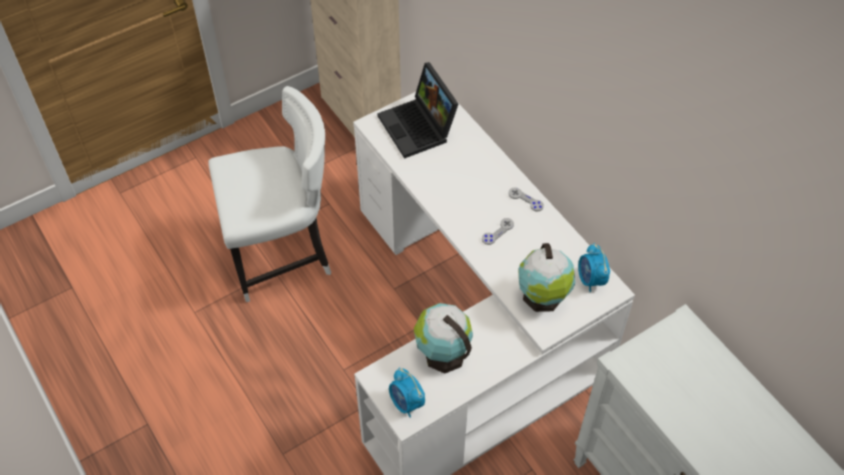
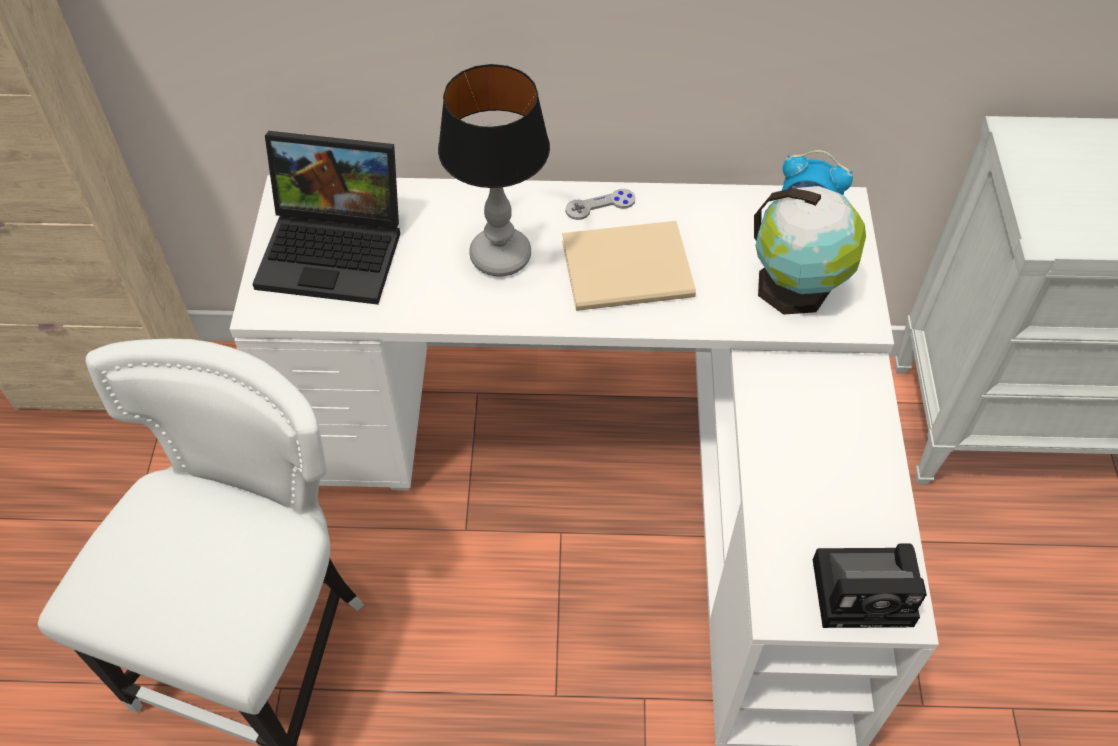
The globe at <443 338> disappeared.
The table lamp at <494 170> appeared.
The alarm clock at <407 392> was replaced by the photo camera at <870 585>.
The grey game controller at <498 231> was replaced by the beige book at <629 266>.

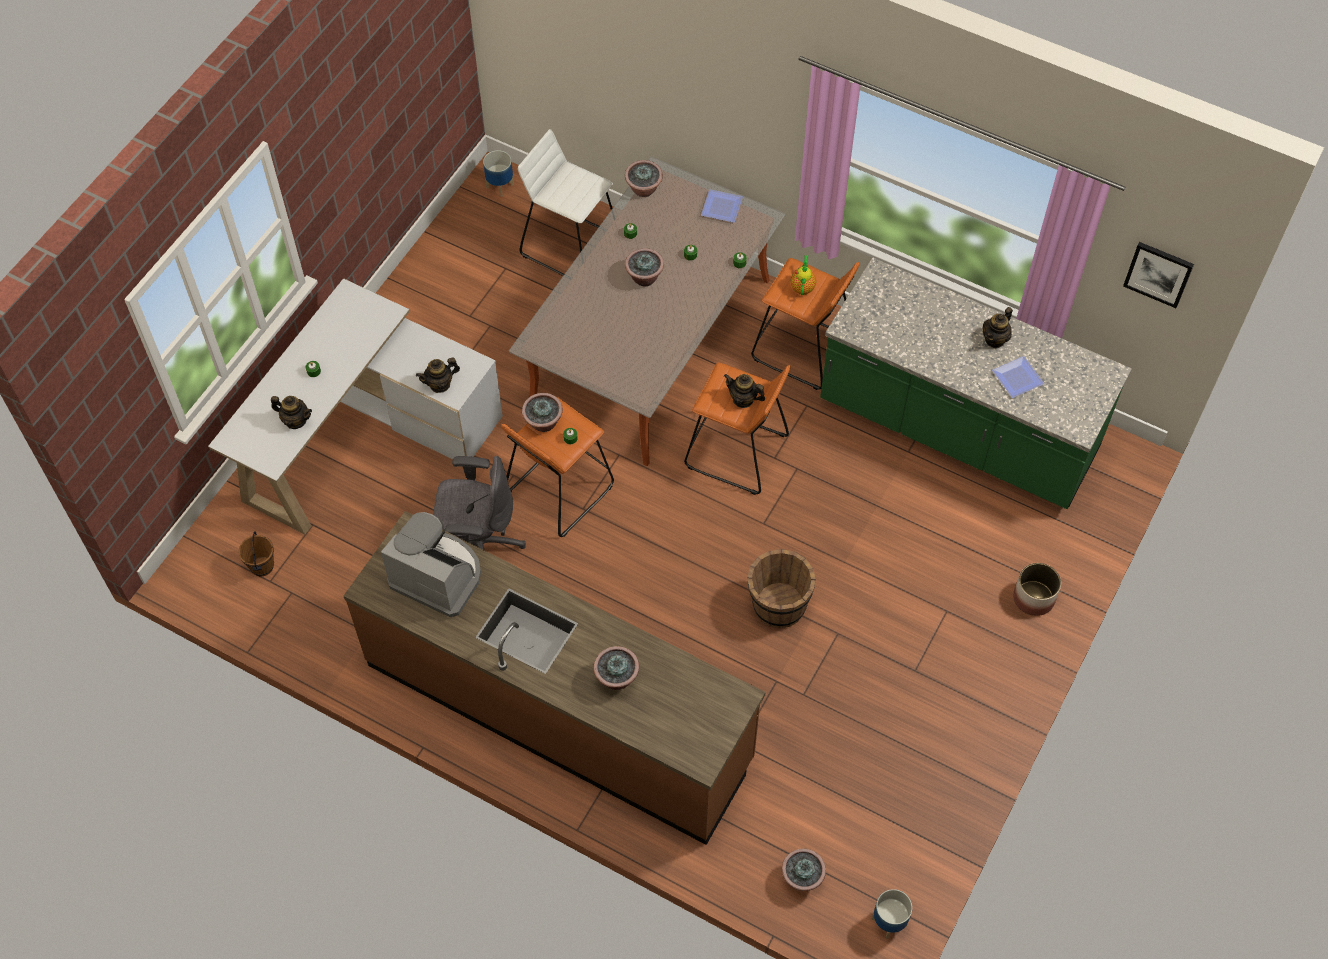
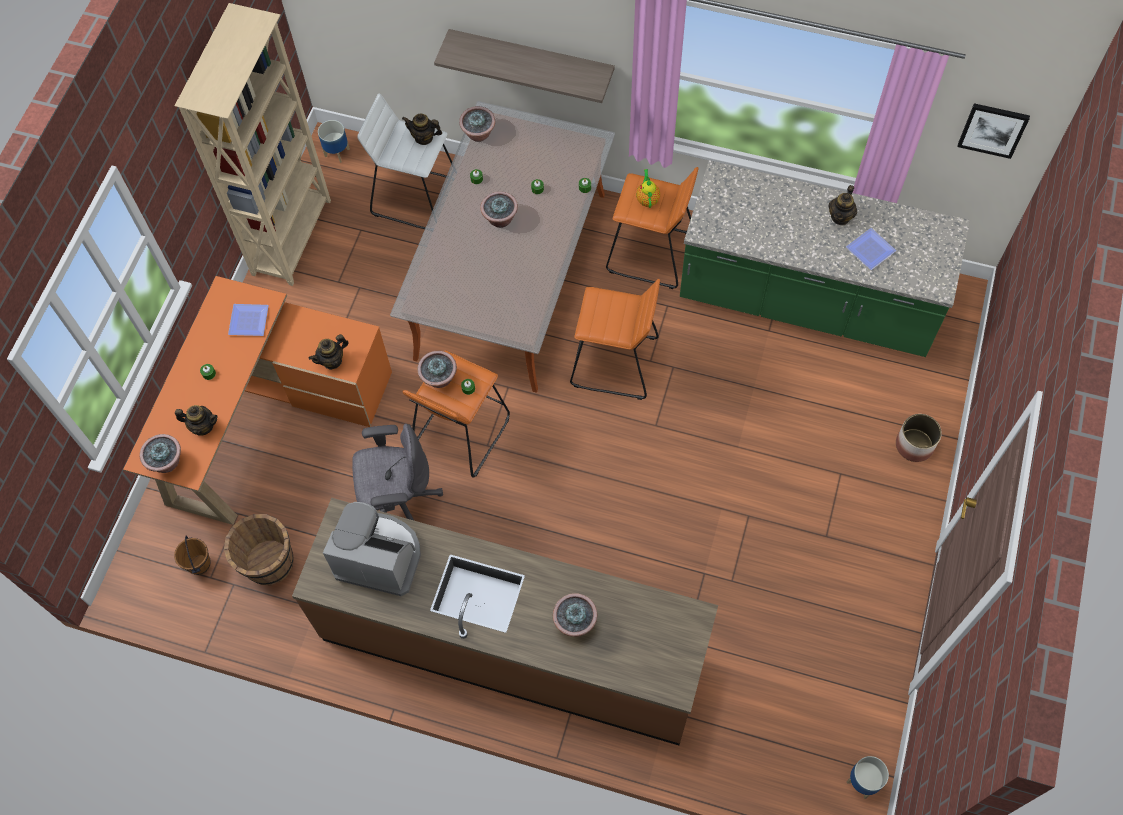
The beige bookcase at <252 144> appeared.
The shelf at <524 66> appeared.
The plate moved from <722 206> to <248 320>.
The teapot moved from <744 391> to <422 129>.
The brown bucket moved from <781 588> to <259 549>.
The potted plant moved from <804 869> to <160 453>.
The white desk at <355 406> became the orange desk at <257 400>.

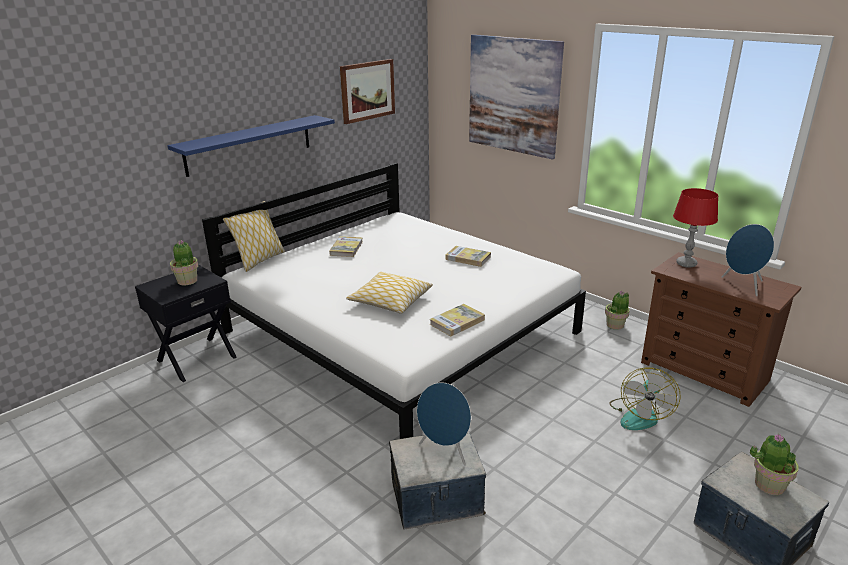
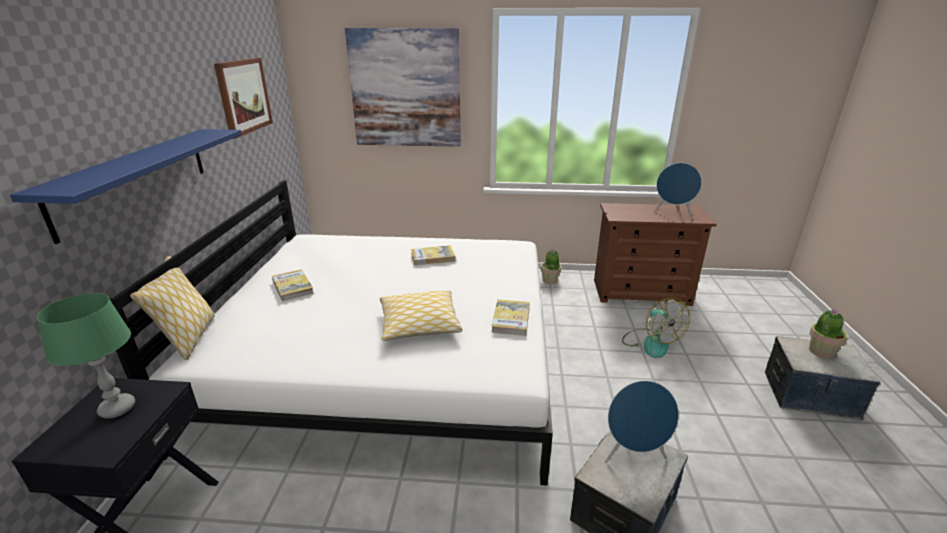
The red table lamp at <695 228> disappeared.
The potted plant at <184 262> was replaced by the green table lamp at <86 355>.

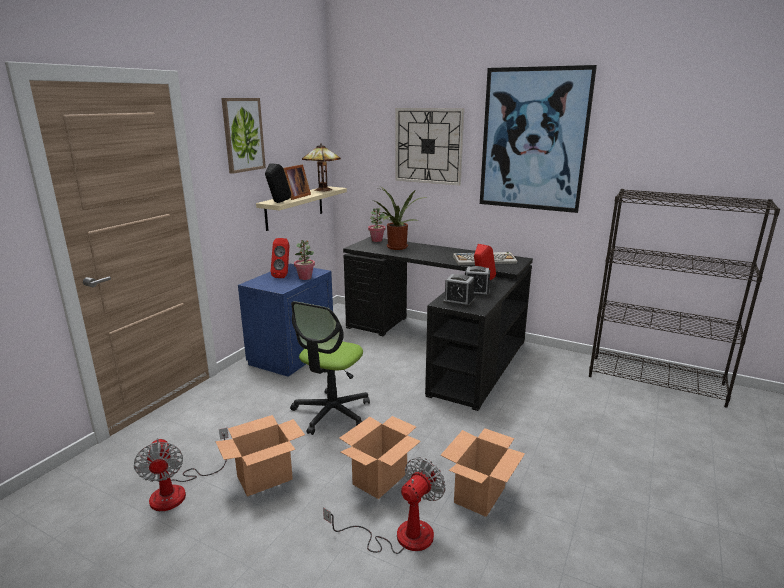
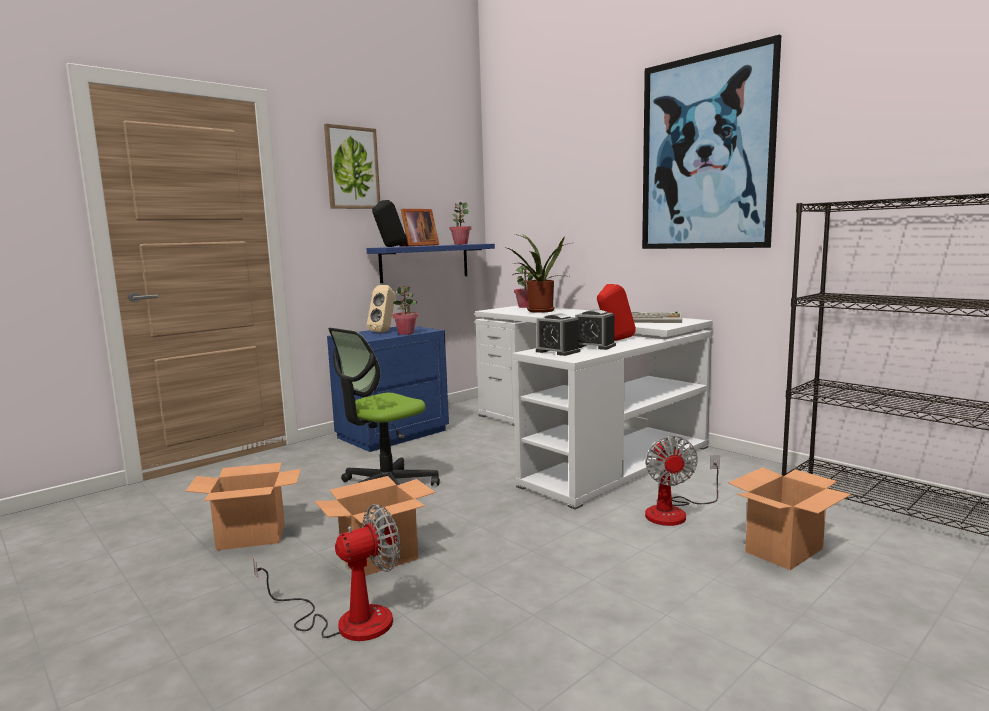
The wall clock at <429 146> disappeared.
The fan moved from <181 469> to <682 481>.
The cardboard box moved from <483 472> to <789 518>.
The table lamp at <321 167> was replaced by the potted plant at <460 223>.
The beige shelf at <301 208> became the blue shelf at <431 263>.
The red speaker at <280 258> became the beige speaker at <381 308>.
The black desk at <438 324> became the white desk at <594 407>.

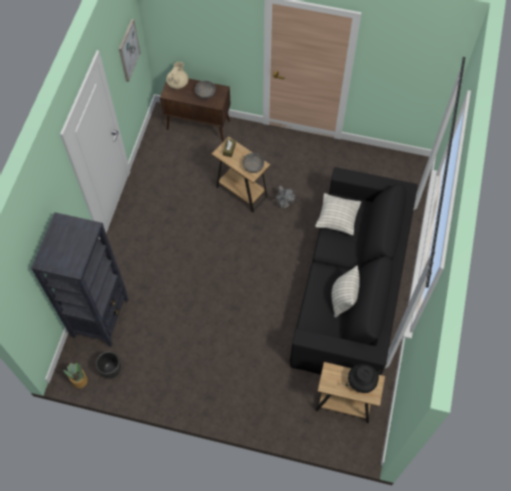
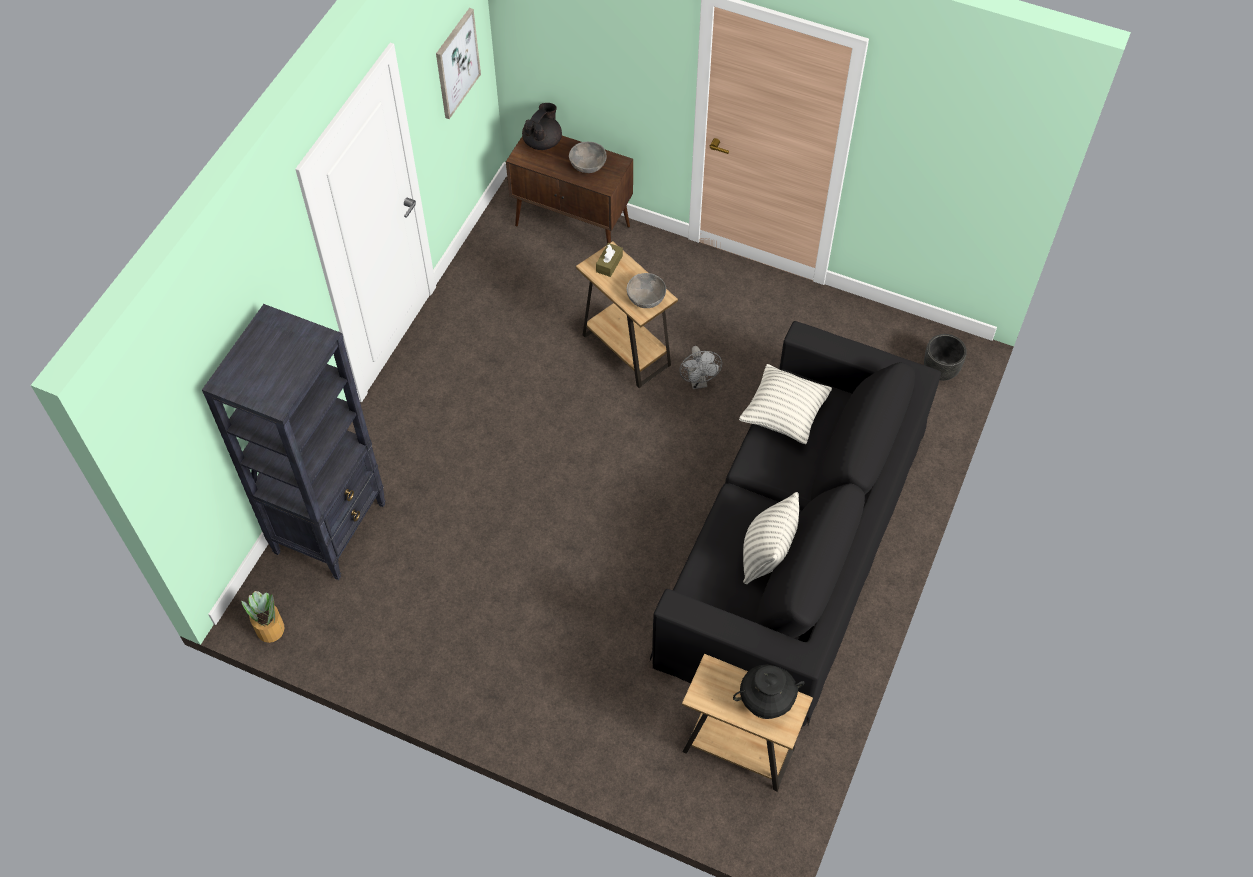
The black planter moved from <108 365> to <945 357>.
The beige teapot at <177 75> became the black teapot at <542 126>.

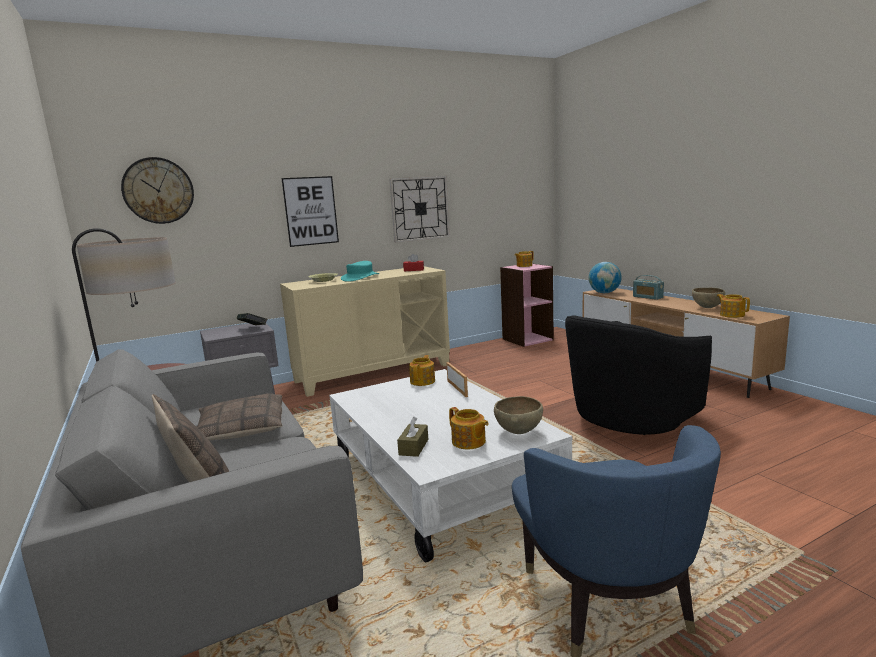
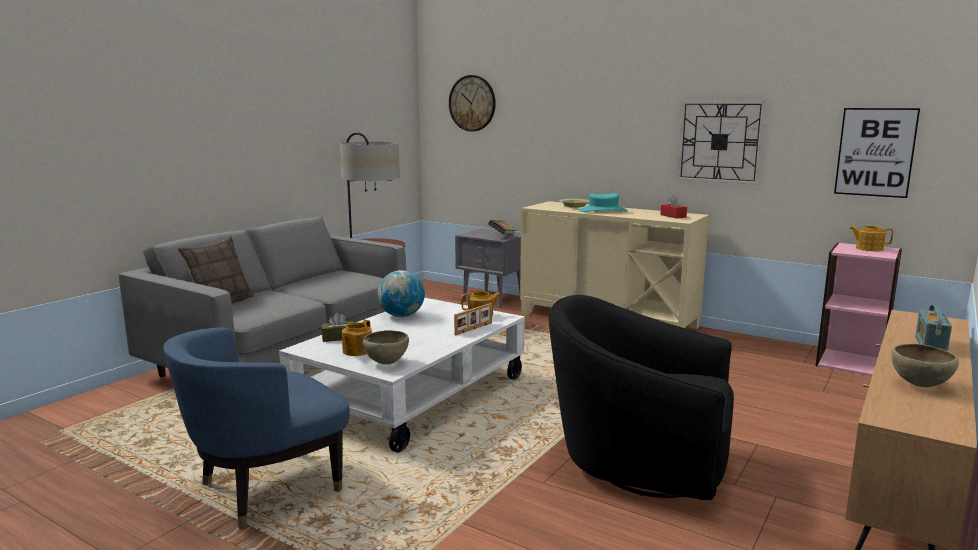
The pillow at <240 417> disappeared.
The teapot at <733 306> disappeared.
The picture moved from <310 211> to <877 153>.
The globe moved from <605 277> to <401 293>.

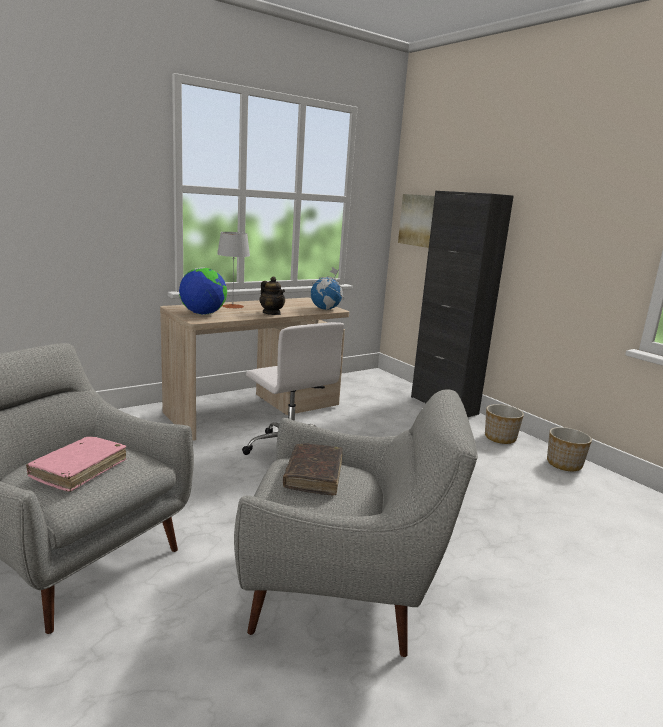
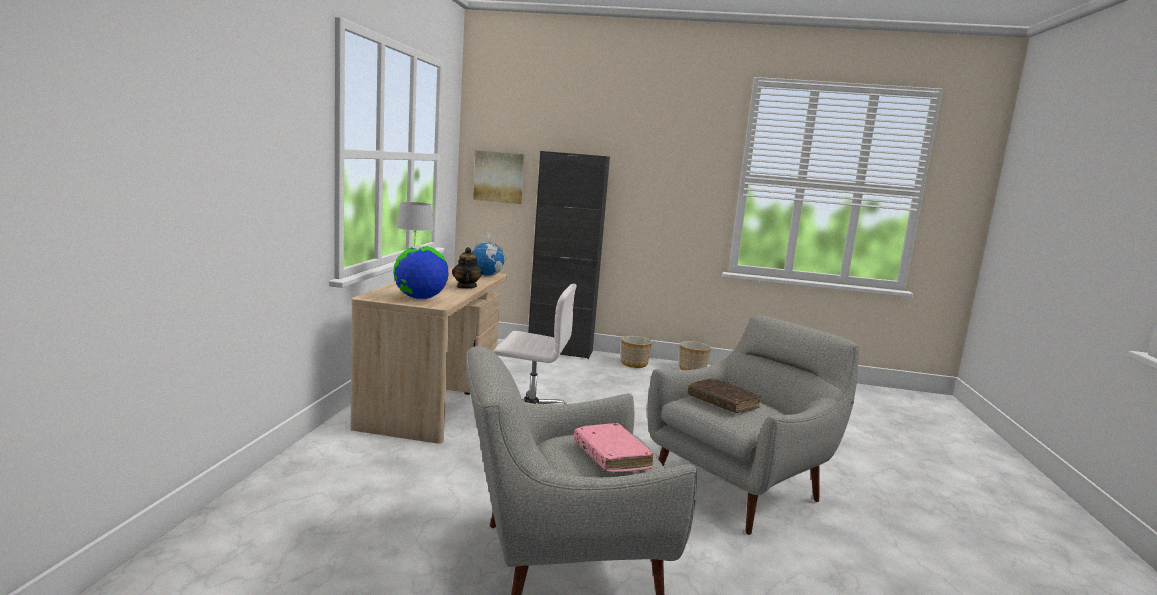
The teapot at <272 296> turned 105 degrees counterclockwise.

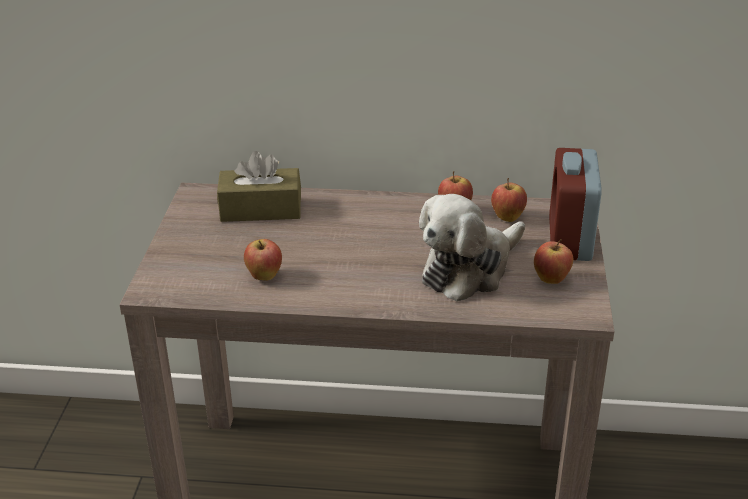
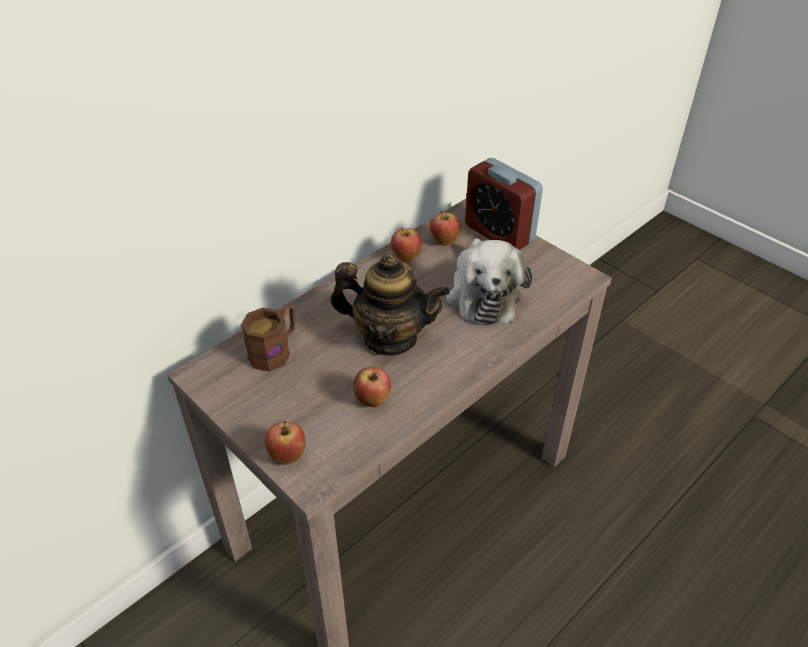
The teapot at <390 304> appeared.
The apple moved from <553 261> to <285 443>.
The brown tissue box at <259 186> was replaced by the brown mug at <268 338>.

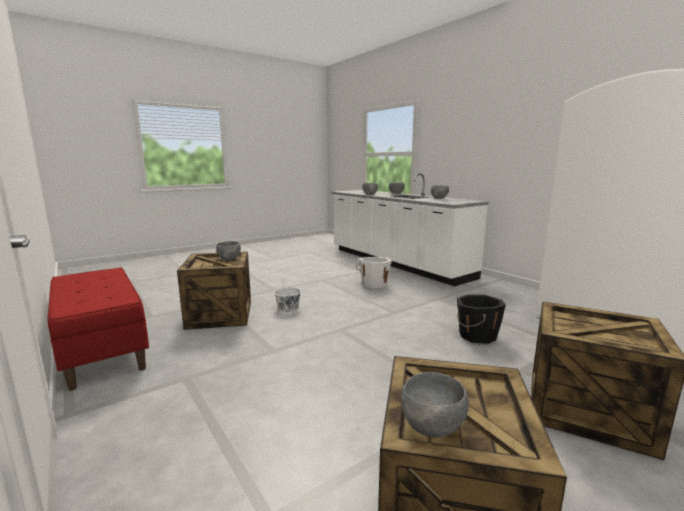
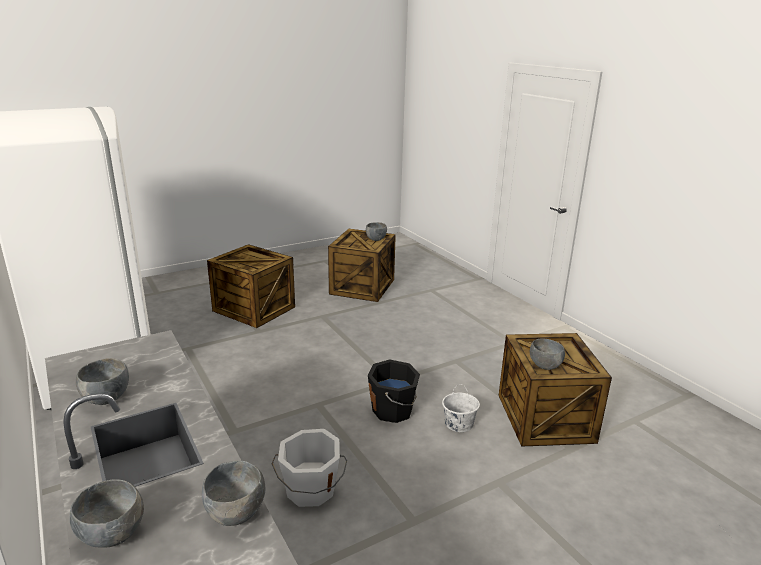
The red bench at <98 329> disappeared.
The black bucket moved from <481 319> to <394 391>.

